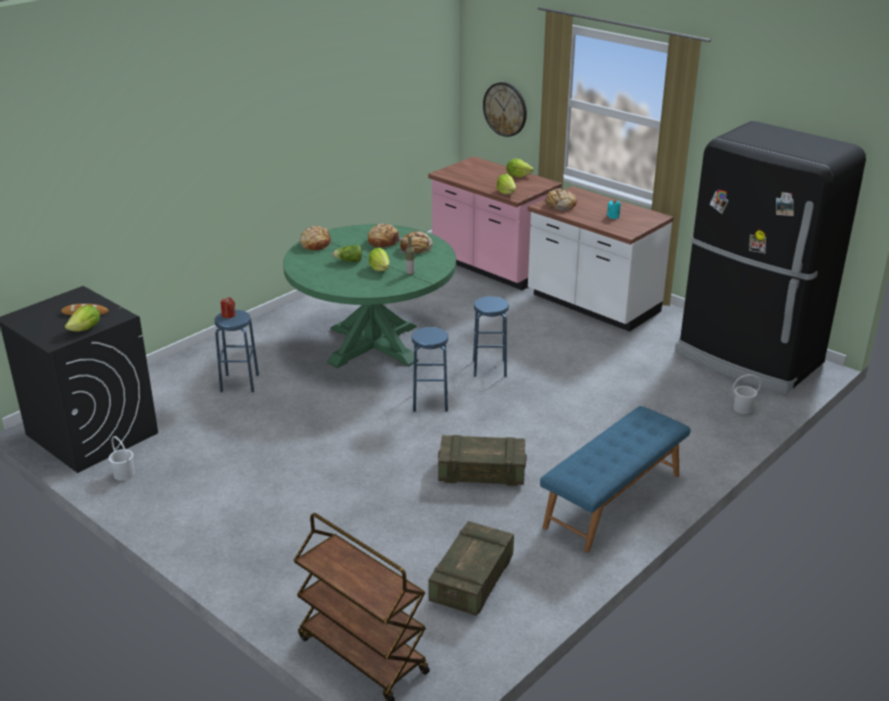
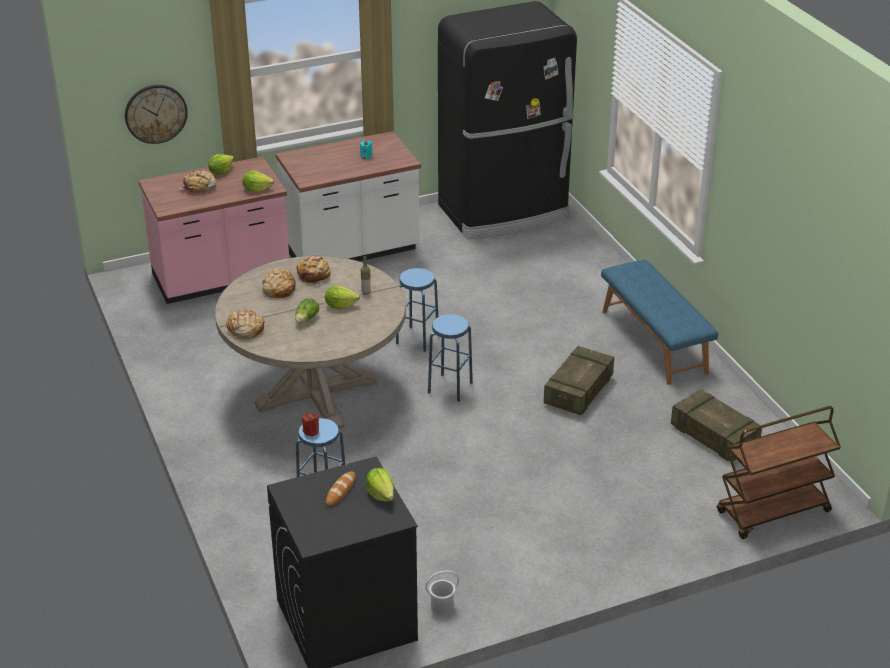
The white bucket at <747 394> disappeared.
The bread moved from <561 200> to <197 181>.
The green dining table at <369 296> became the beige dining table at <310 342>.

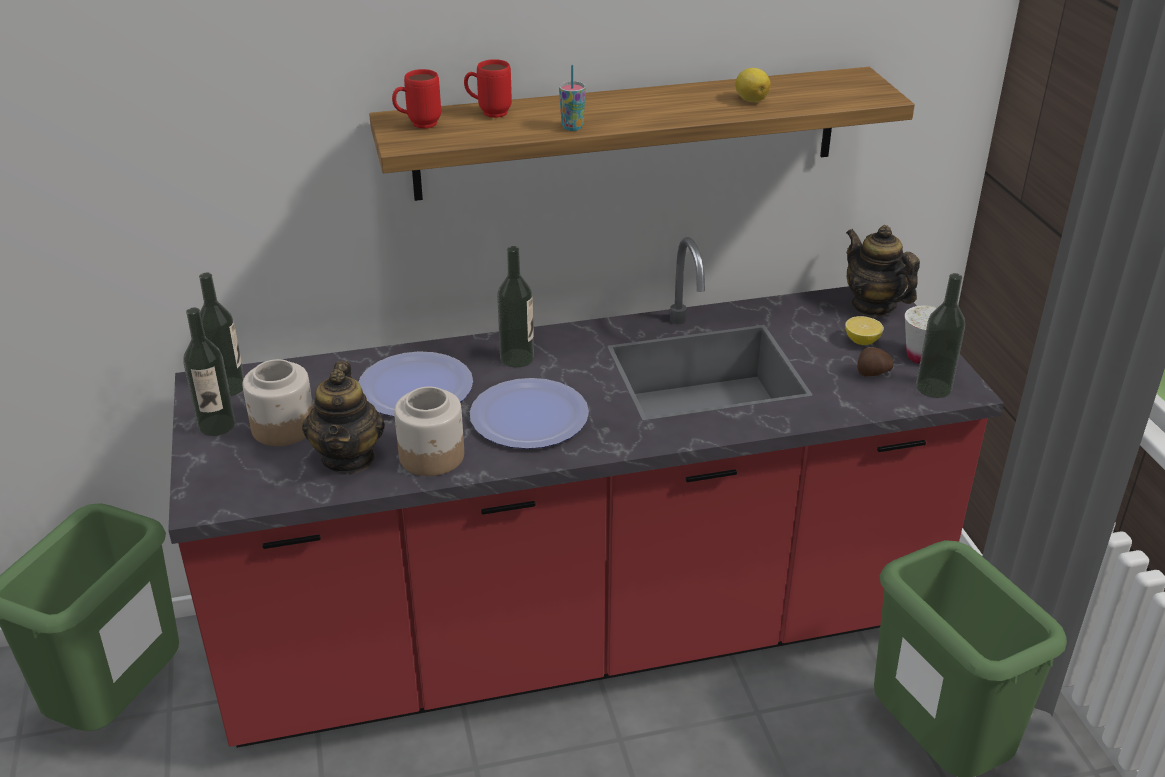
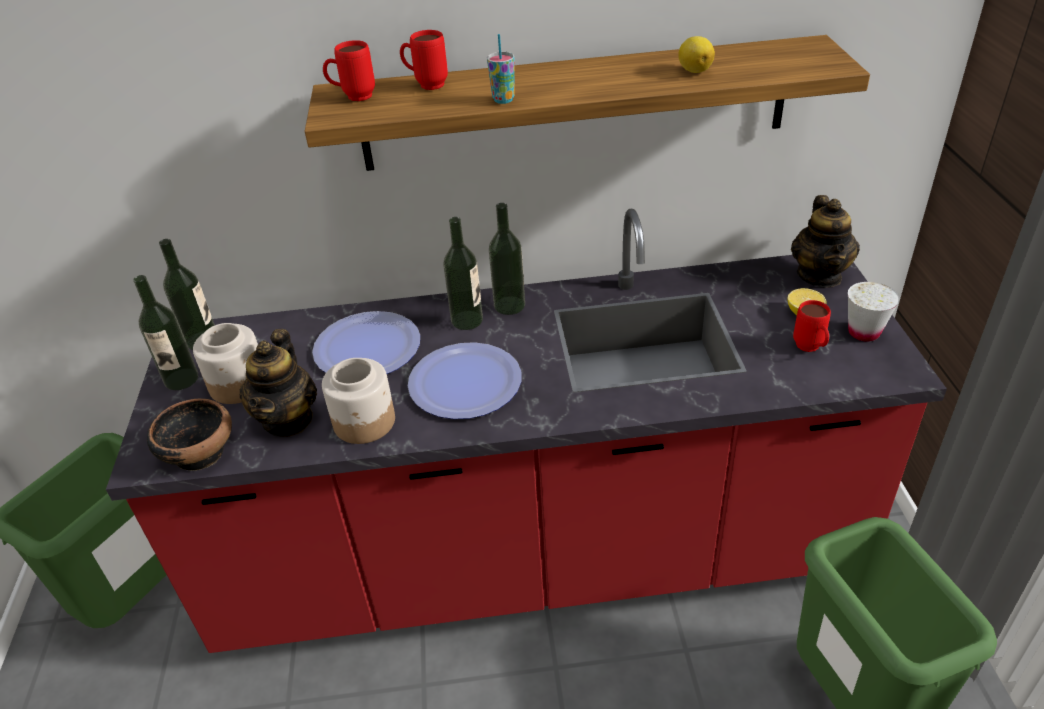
The bowl at <189 434> appeared.
The bottle moved from <940 335> to <507 259>.
The potato at <875 361> was replaced by the red mug at <812 326>.
The teapot at <883 271> turned 150 degrees counterclockwise.

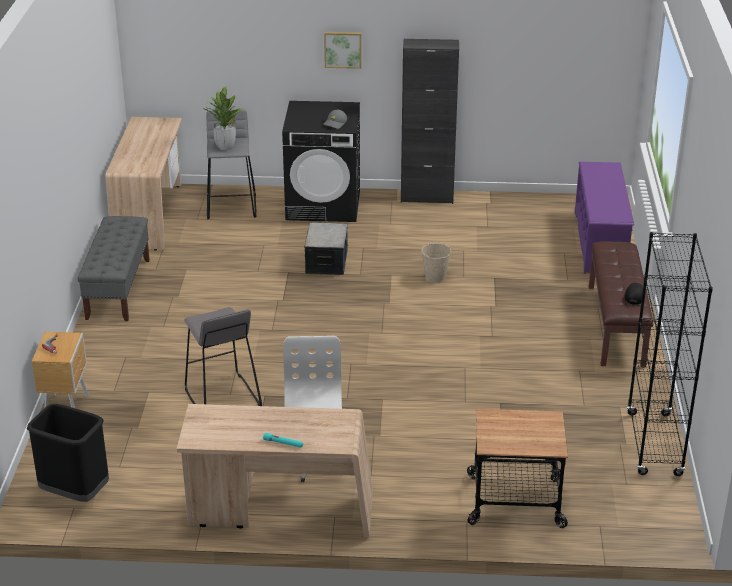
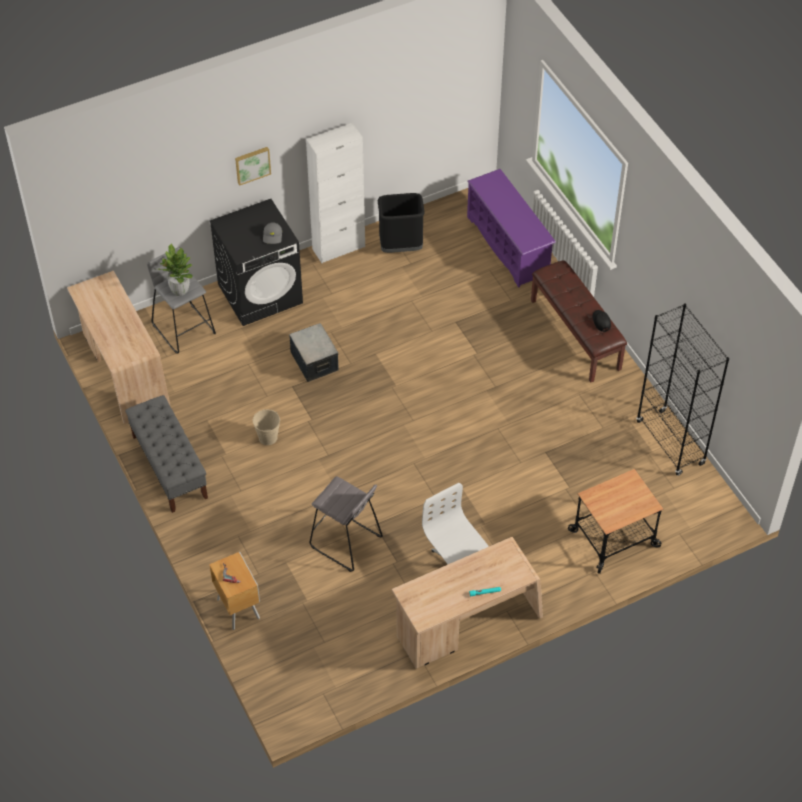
The black trash can moved from <68 453> to <401 223>.
The beige bucket moved from <436 262> to <266 427>.
The black cabinet at <430 121> became the white cabinet at <335 193>.

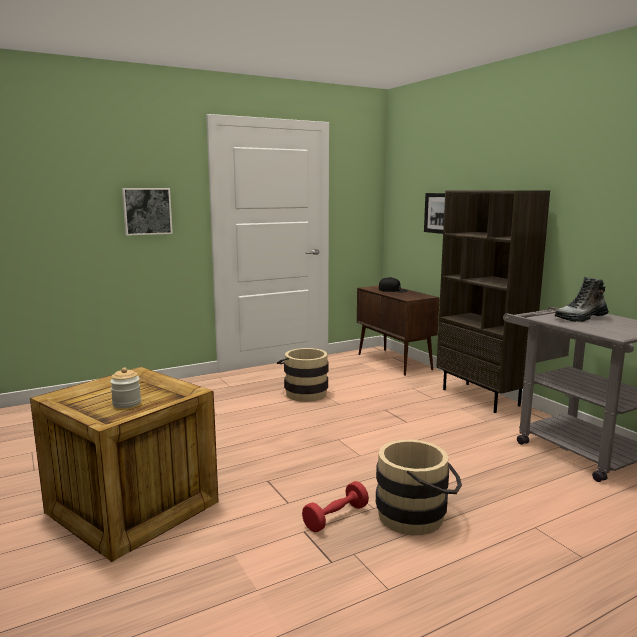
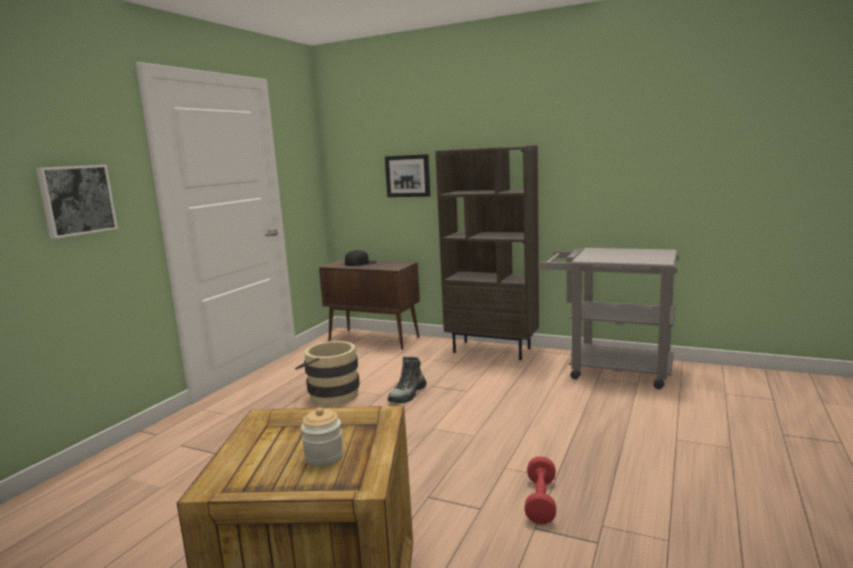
The beige bucket at <419 487> disappeared.
The boot moved from <582 299> to <407 380>.

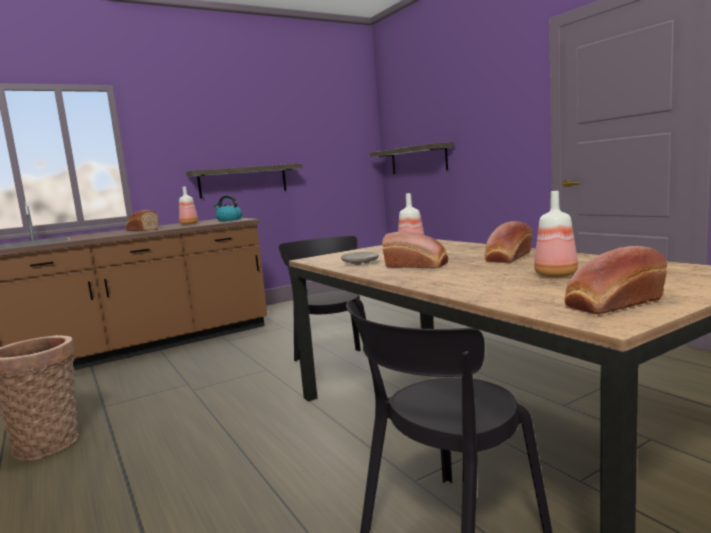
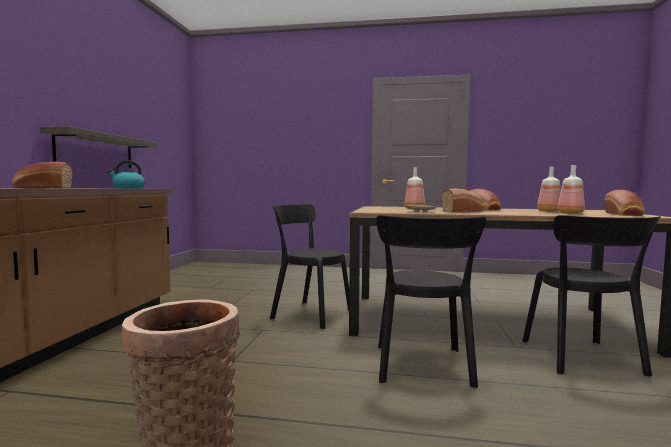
The shelf at <412 158> disappeared.
The black chair at <431 301> appeared.
The bottle moved from <188 205> to <571 189>.

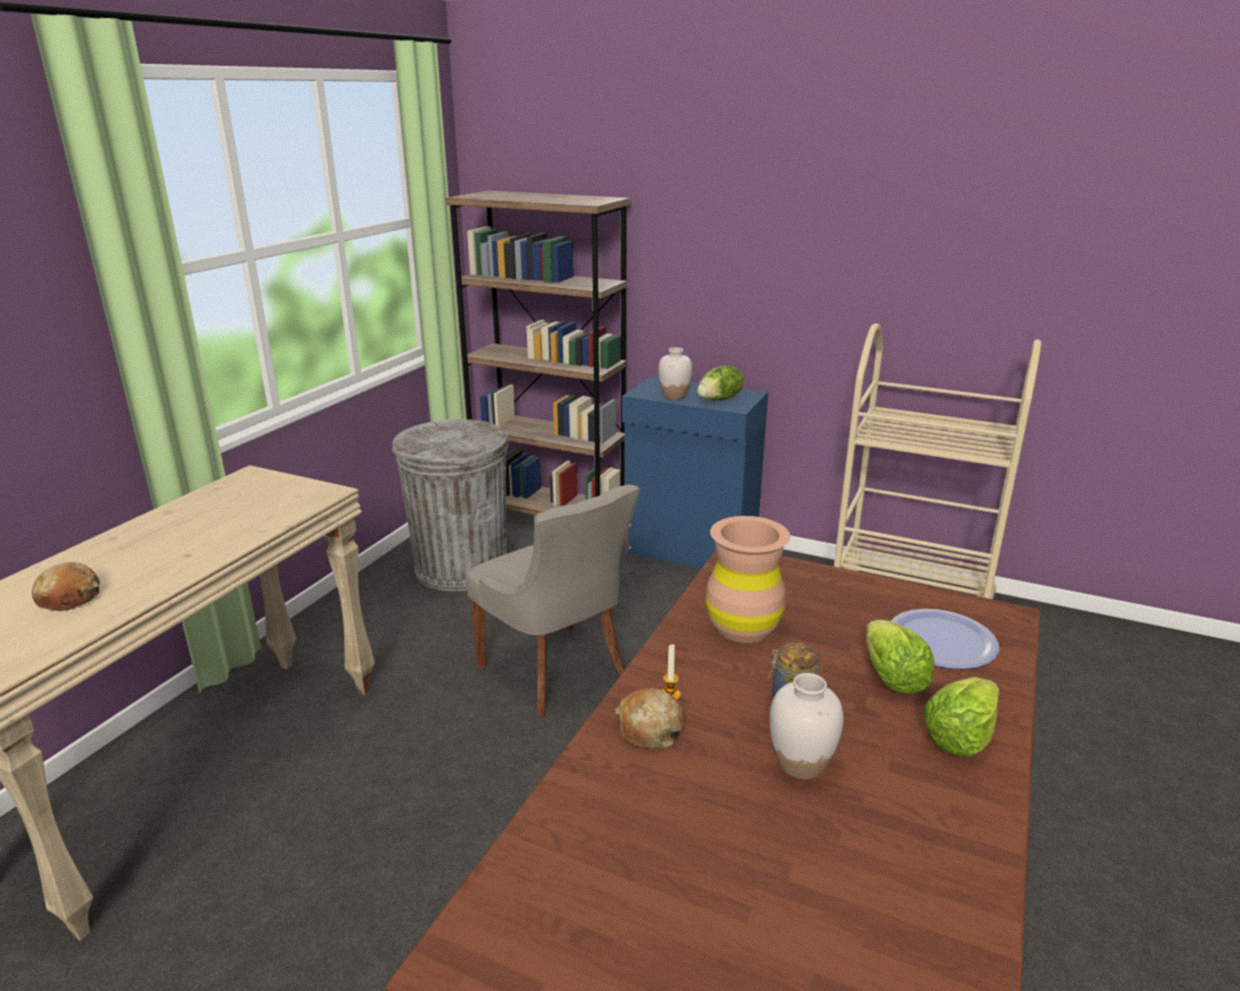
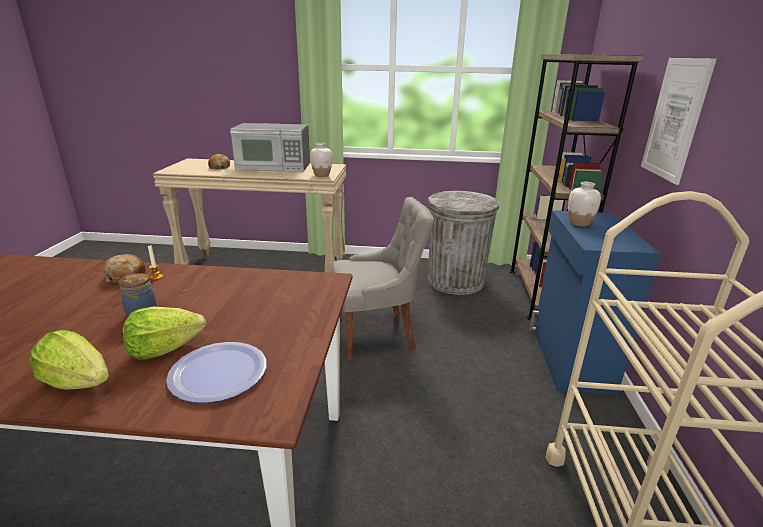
The lettuce at <720 382> disappeared.
The brown vase at <748 579> disappeared.
The microwave at <270 147> appeared.
The picture at <679 121> appeared.
The white vase moved from <806 726> to <321 160>.
The grey chair at <553 601> turned 135 degrees counterclockwise.

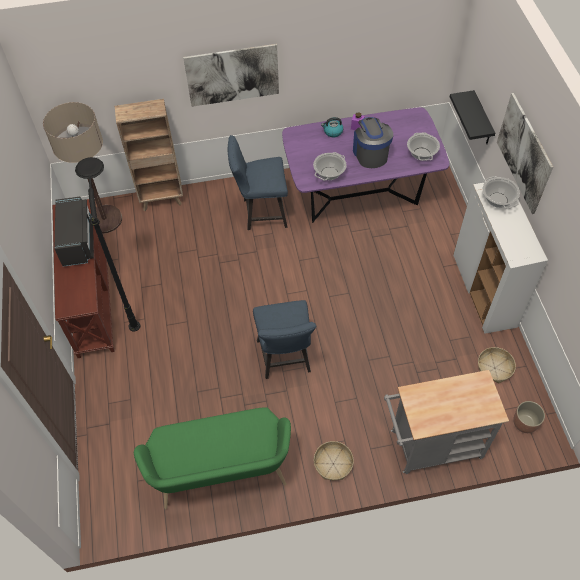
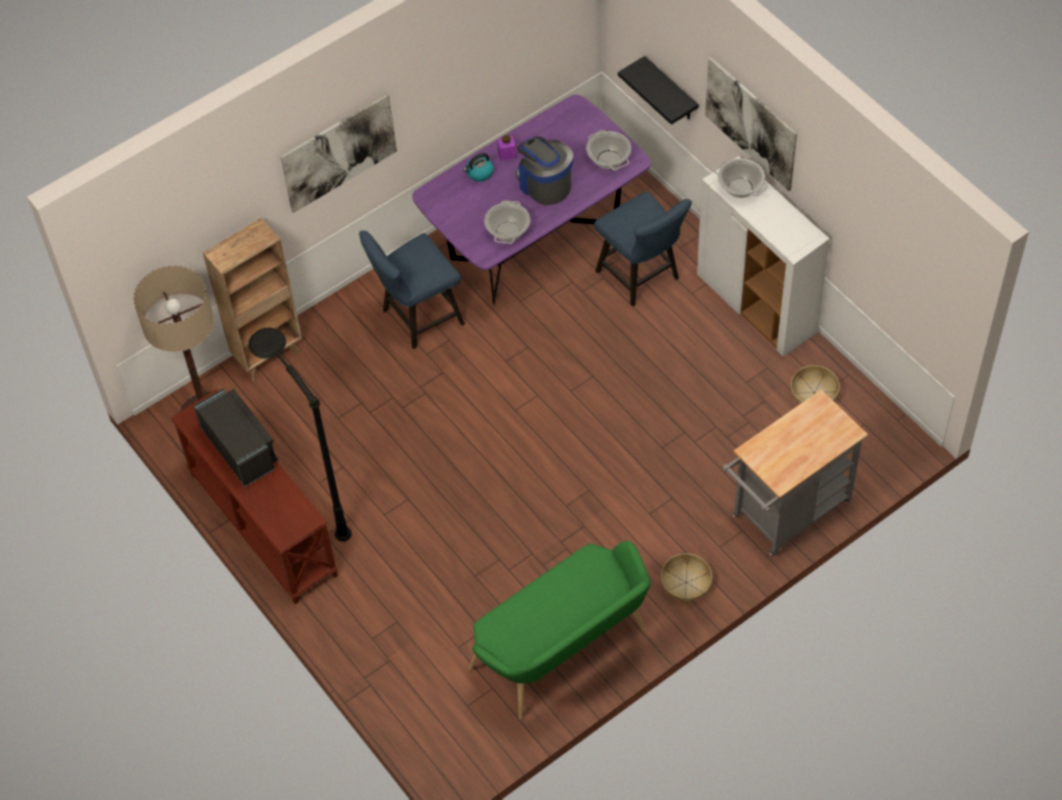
The planter at <529 417> disappeared.
The blue chair moved from <284 339> to <643 248>.

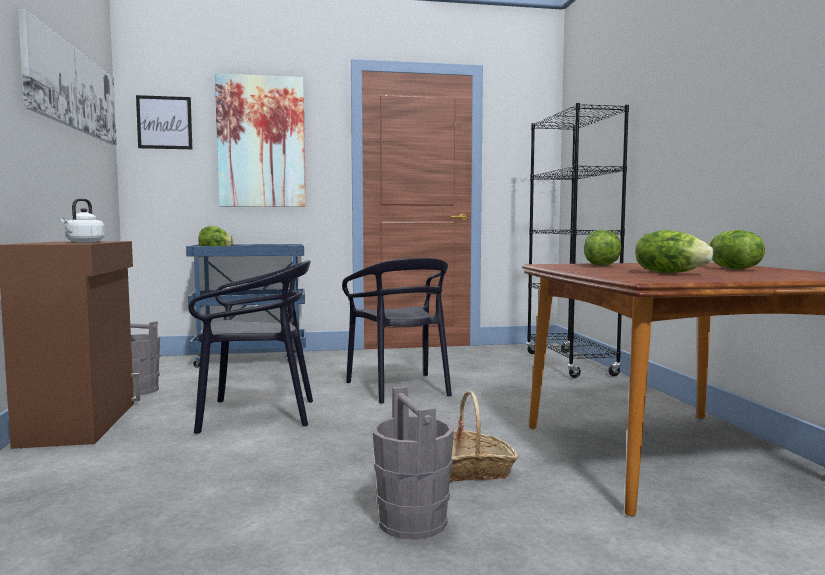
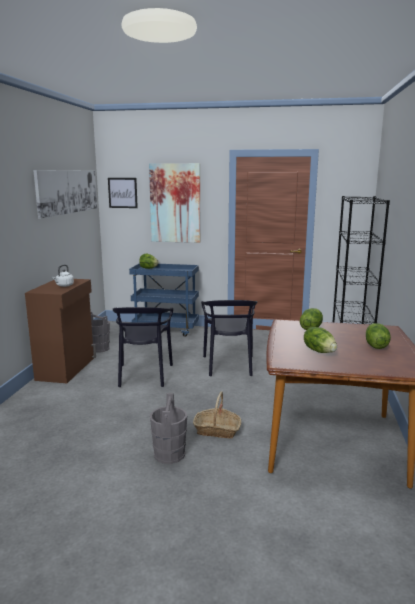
The black chair at <250 347> turned 75 degrees clockwise.

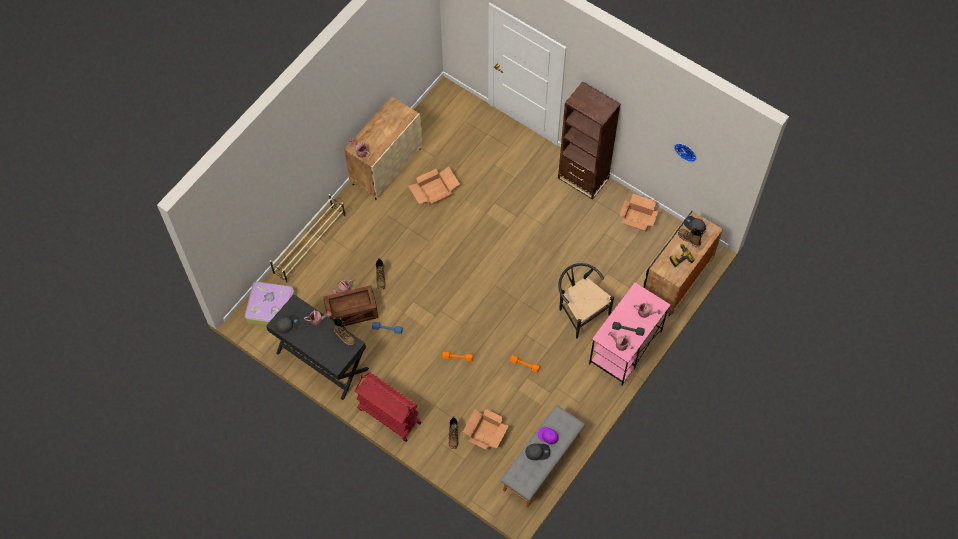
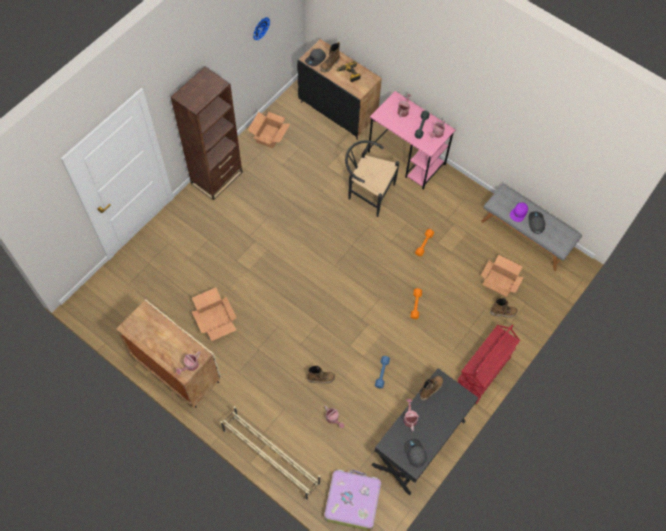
The crate at <350 305> disappeared.
The black chair at <586 301> turned 60 degrees clockwise.

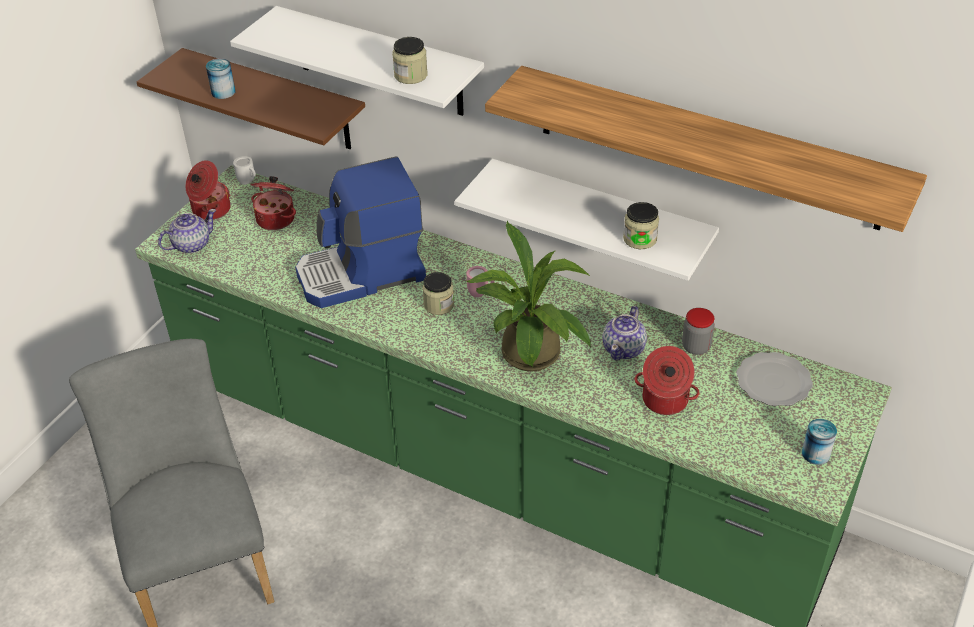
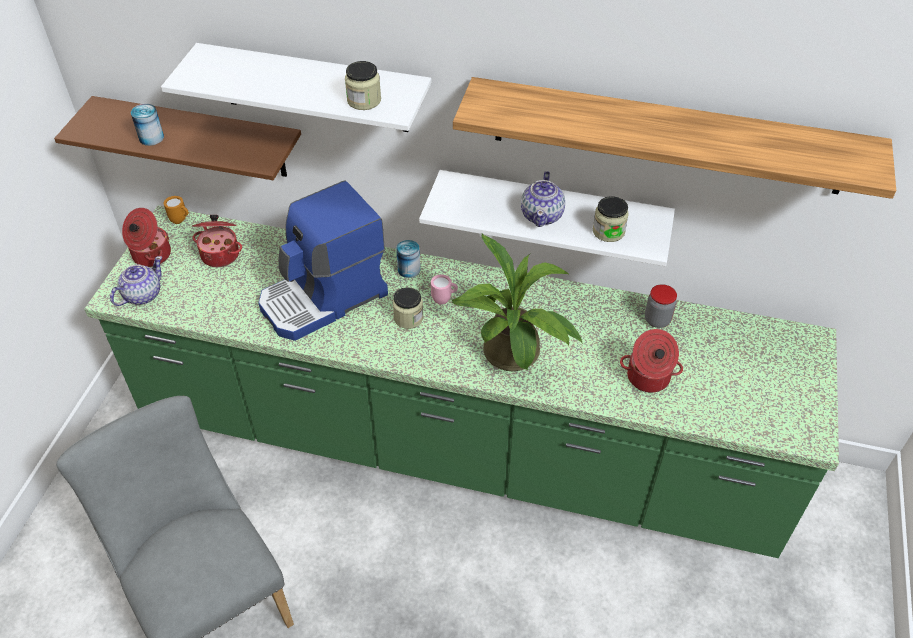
The plate at <774 379> disappeared.
The teapot moved from <624 333> to <543 199>.
The can moved from <819 442> to <408 259>.
The white mug at <244 170> became the orange mug at <176 210>.

